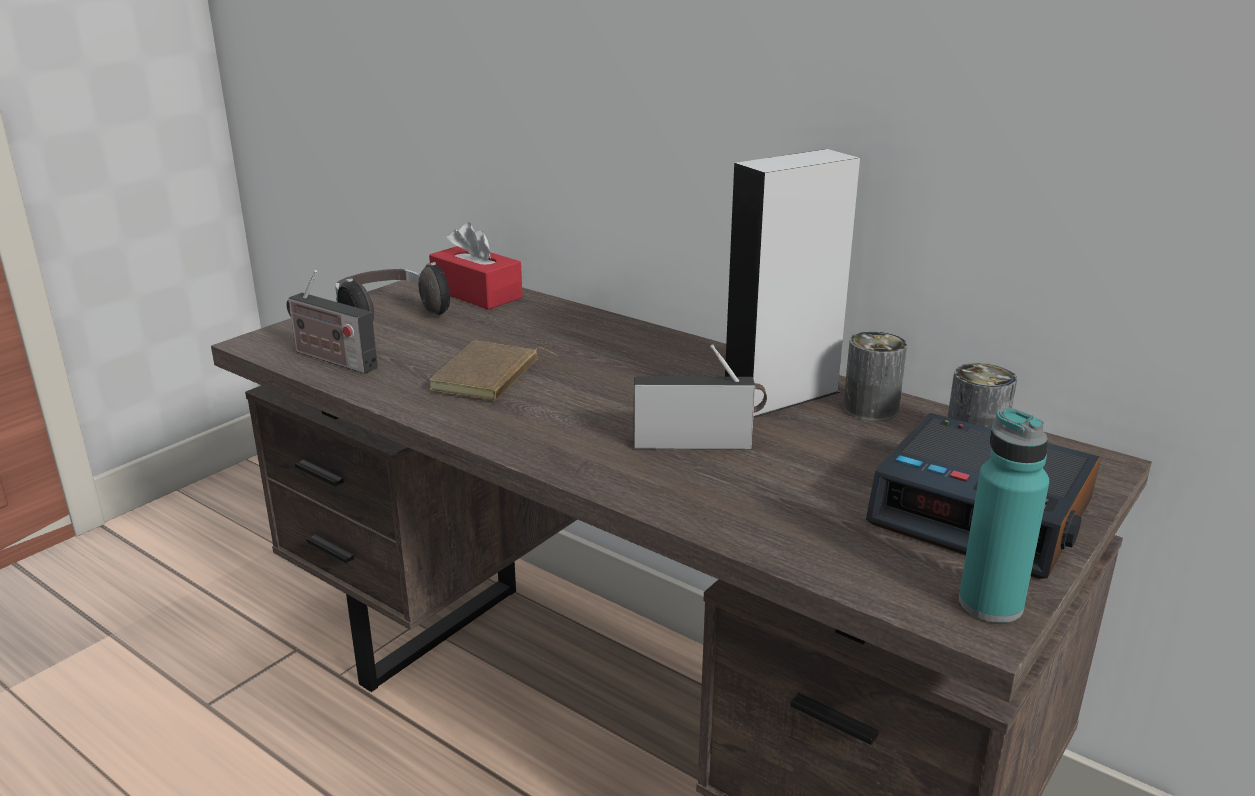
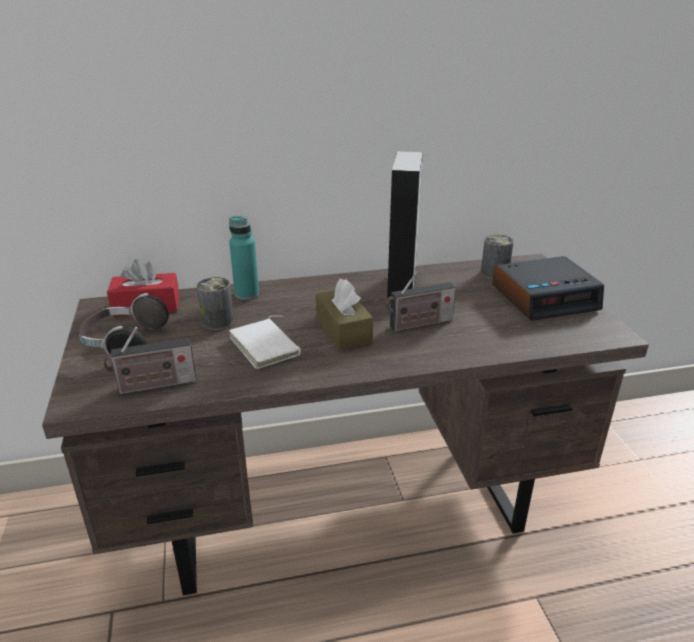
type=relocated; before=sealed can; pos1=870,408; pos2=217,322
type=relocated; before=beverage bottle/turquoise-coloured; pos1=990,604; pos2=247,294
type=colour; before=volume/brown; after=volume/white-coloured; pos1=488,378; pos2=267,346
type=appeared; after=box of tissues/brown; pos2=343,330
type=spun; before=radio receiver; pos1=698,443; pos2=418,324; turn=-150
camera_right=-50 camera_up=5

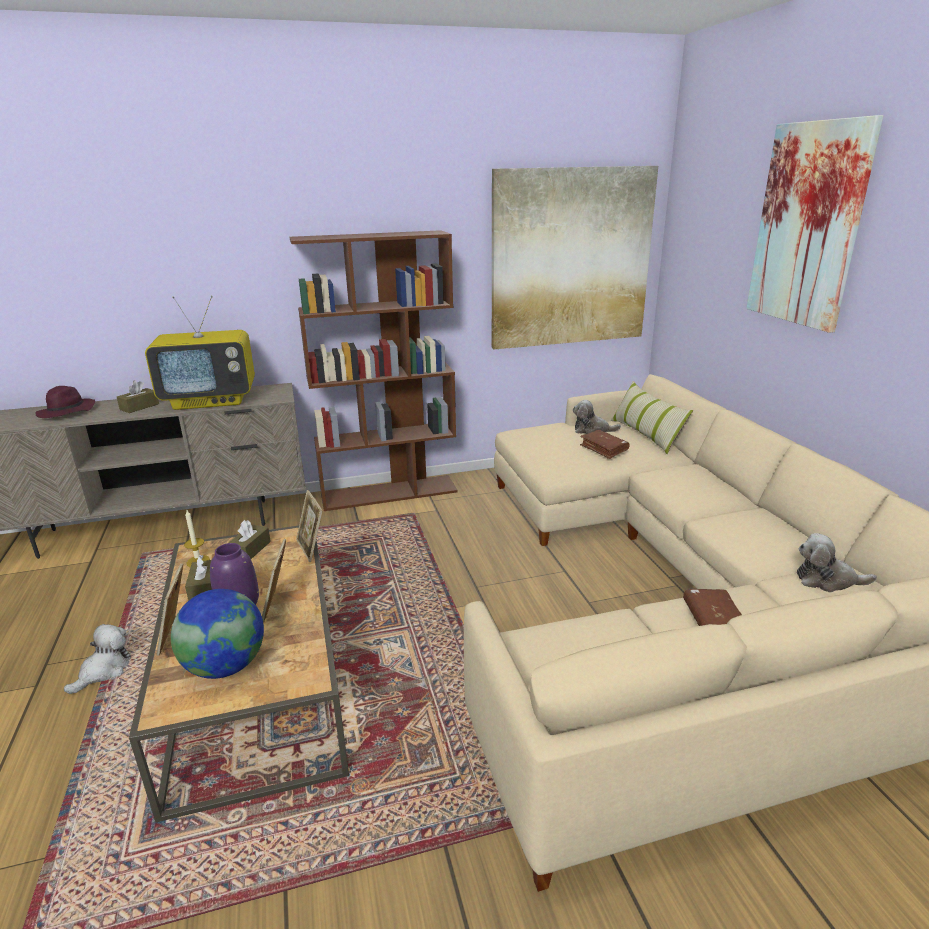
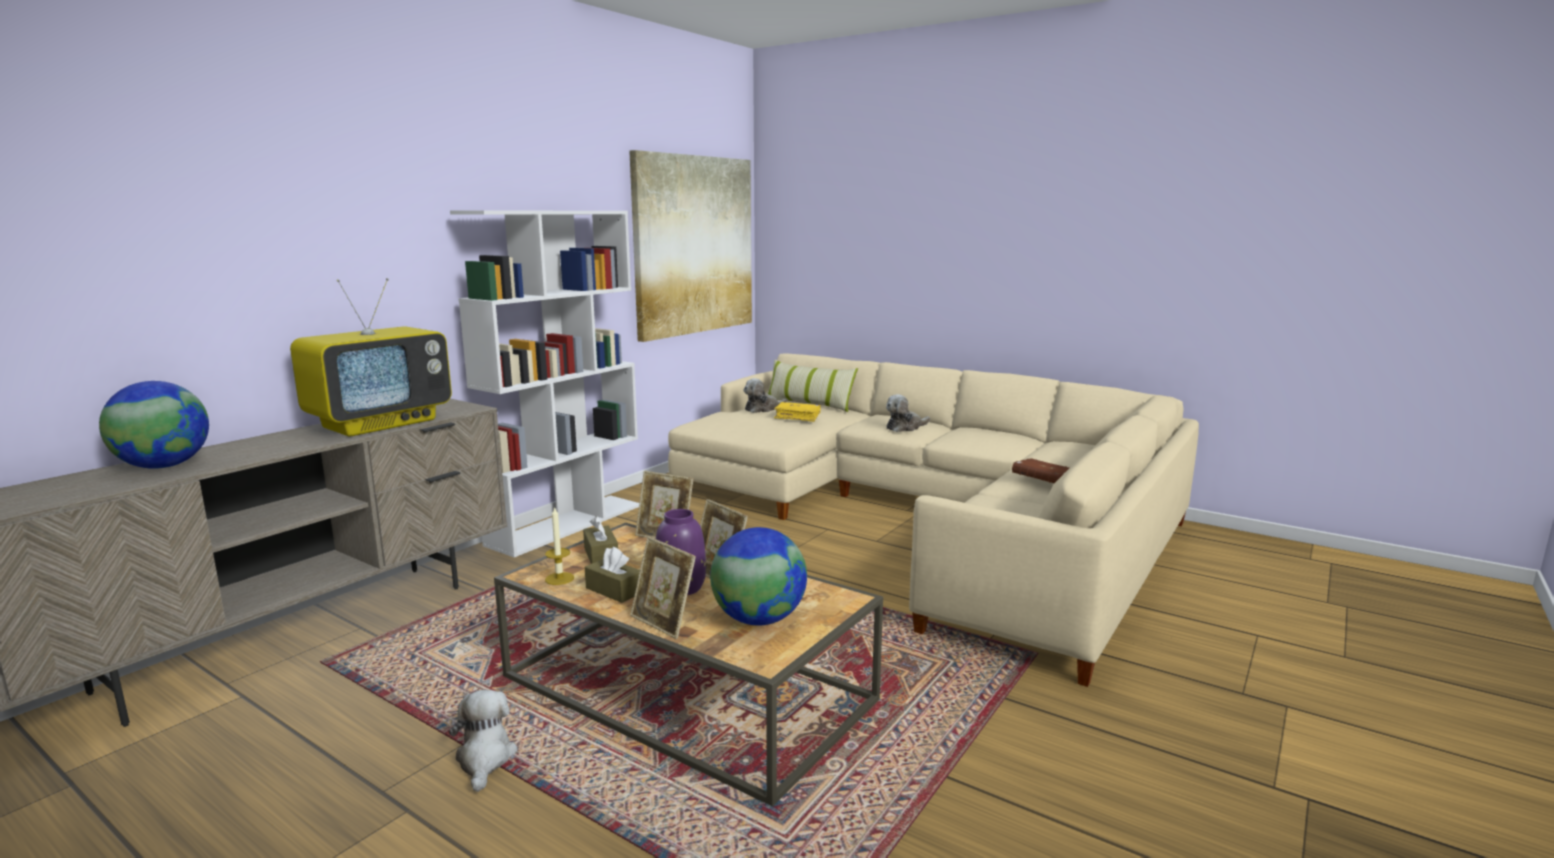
type=exchanged; before=clothing hat/purple; after=globe; pos1=66,412; pos2=164,466
type=colour; before=bookshelf/brown; after=bookshelf/white-coloured; pos1=389,492; pos2=566,524
type=colour; before=volume/brown; after=volume/yellow; pos1=604,449; pos2=797,417
type=relocated; before=soft toy; pos1=827,580; pos2=905,427
type=missing; before=box of tissues/brown; pos1=139,407
type=missing; before=wall art; pos1=808,225
camera_right=-40 camera_up=-10

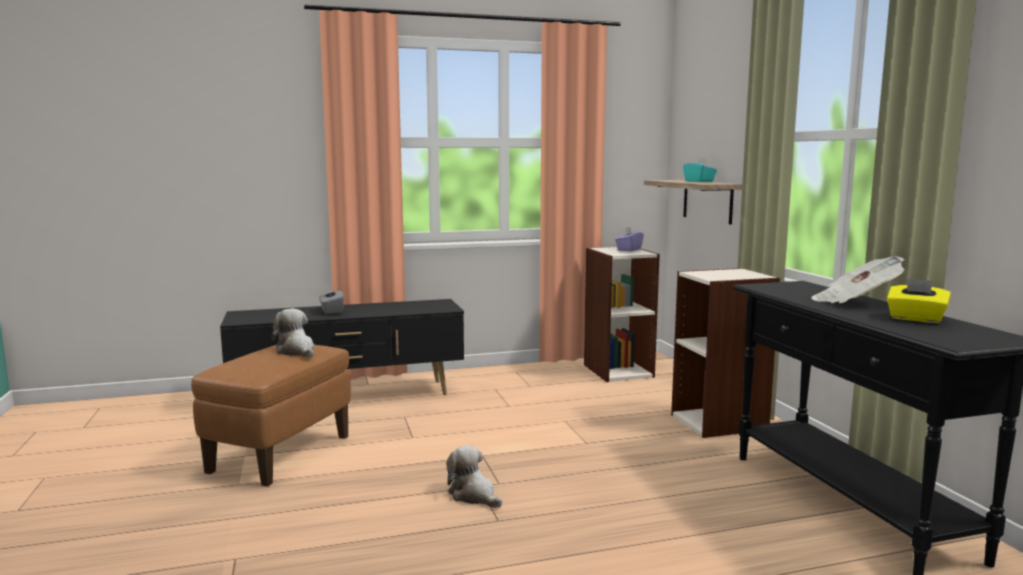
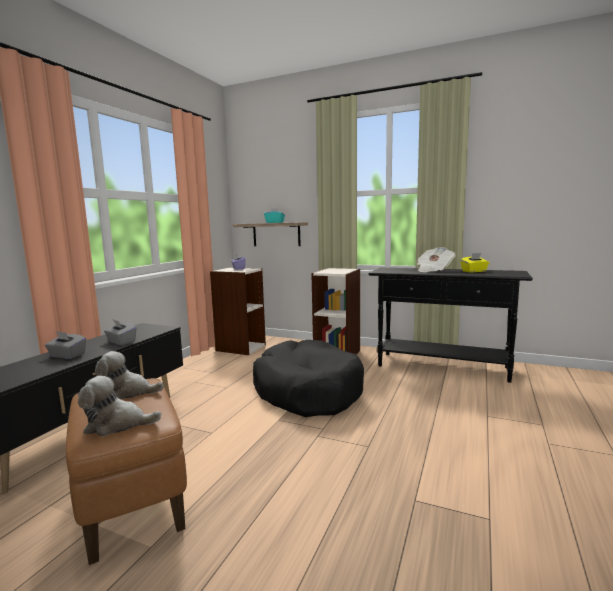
type=relocated; before=soft toy; pos1=474,495; pos2=117,424
type=appeared; after=box of tissues/greyish; pos2=121,342
type=appeared; after=pet bed/black; pos2=307,391
camera_right=-50 camera_up=0

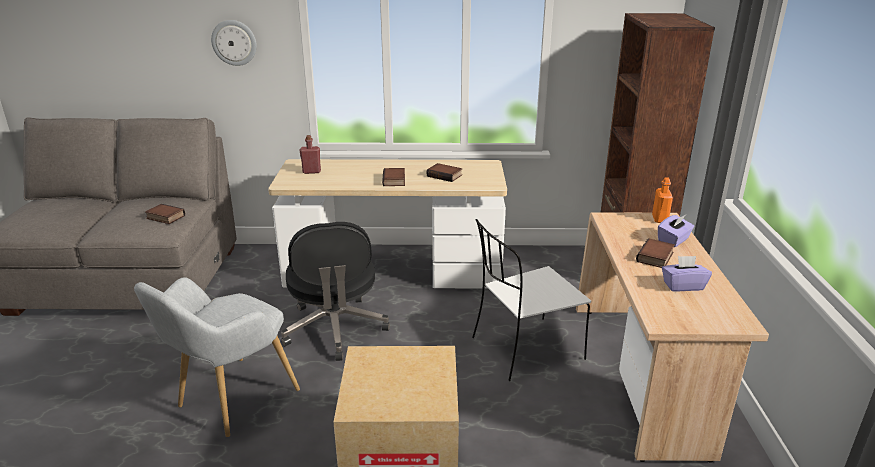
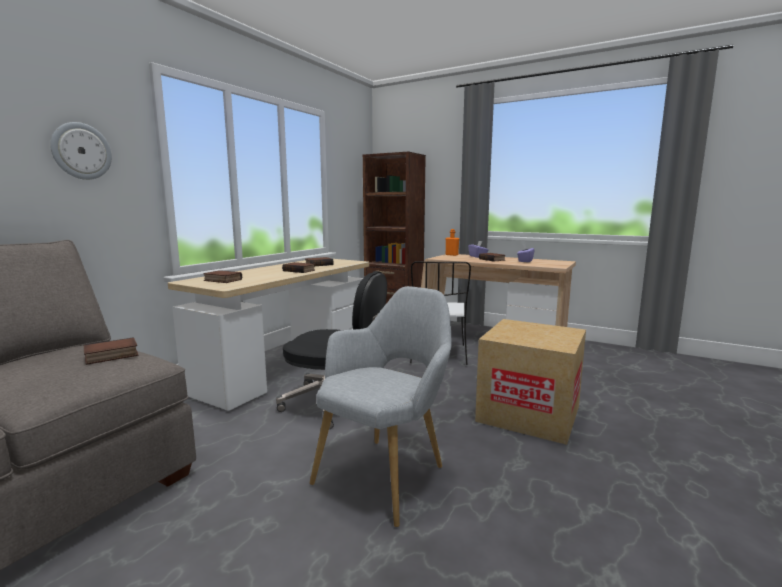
type=exchanged; before=beverage bottle/red; after=volume; pos1=311,171; pos2=222,280
type=spun; before=easy chair/greyish; pos1=230,401; pos2=387,472; turn=-120
camera_right=-60 camera_up=-15

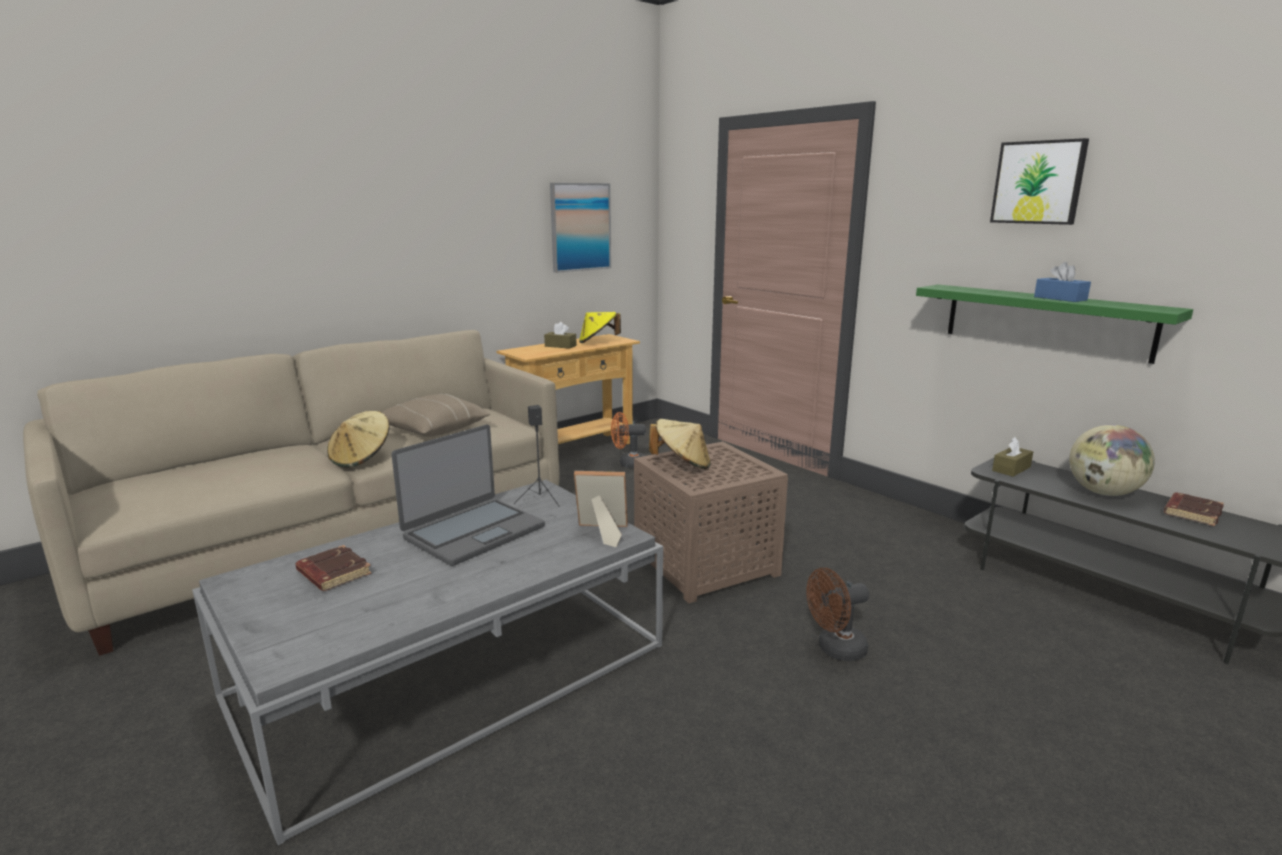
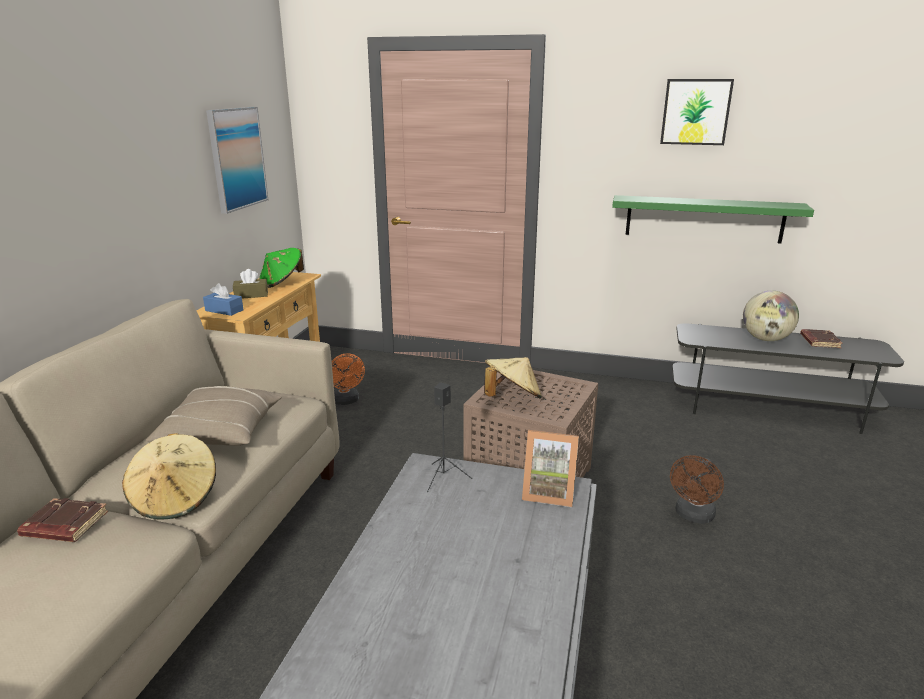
type=relocated; before=volume/brown; pos1=332,573; pos2=63,526
type=relocated; before=box of tissues/blue; pos1=1060,298; pos2=224,310
type=colour; before=clothing hat/yellow; after=clothing hat/green; pos1=598,342; pos2=282,282
type=spun; before=cooling fan/orange; pos1=628,464; pos2=346,401; turn=-75
type=spun; before=photo frame; pos1=601,533; pos2=548,492; turn=-135
type=missing; before=notebook computer; pos1=473,532
type=missing; before=box of tissues/brown; pos1=1011,469
camera_right=-35 camera_up=5

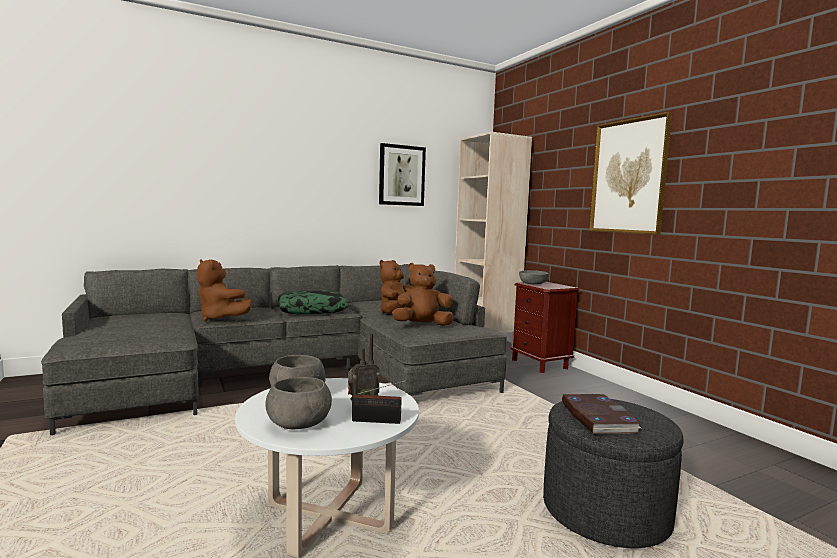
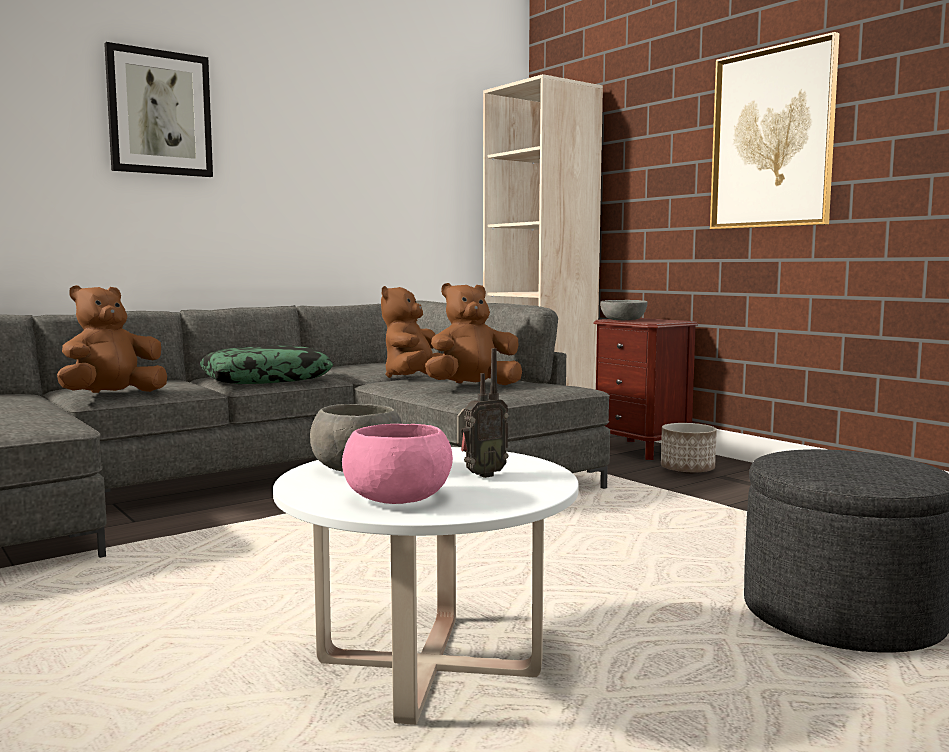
type=spun; before=soft toy/brown; pos1=220,318; pos2=112,395; turn=105
type=relocated; before=wall art; pos1=401,175; pos2=159,113
type=colour; before=bowl/greyish; after=bowl/pinkish; pos1=299,423; pos2=399,498
type=appeared; after=planter; pos2=688,470
type=missing; before=radio receiver; pos1=379,421
type=missing; before=volume; pos1=597,417
camera_right=-10 camera_up=0

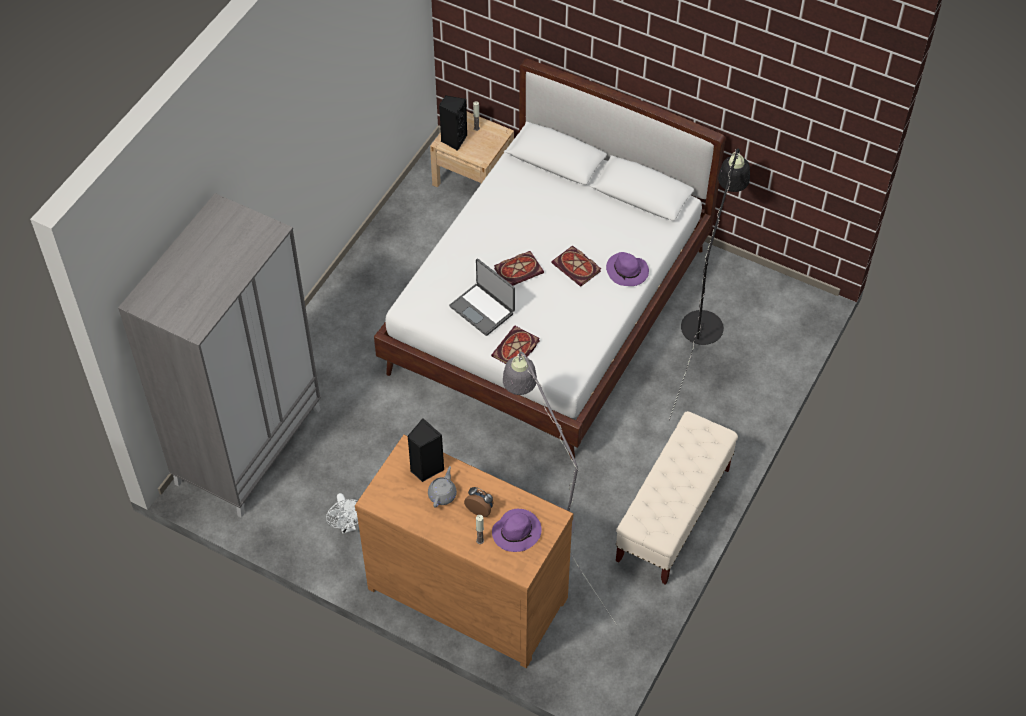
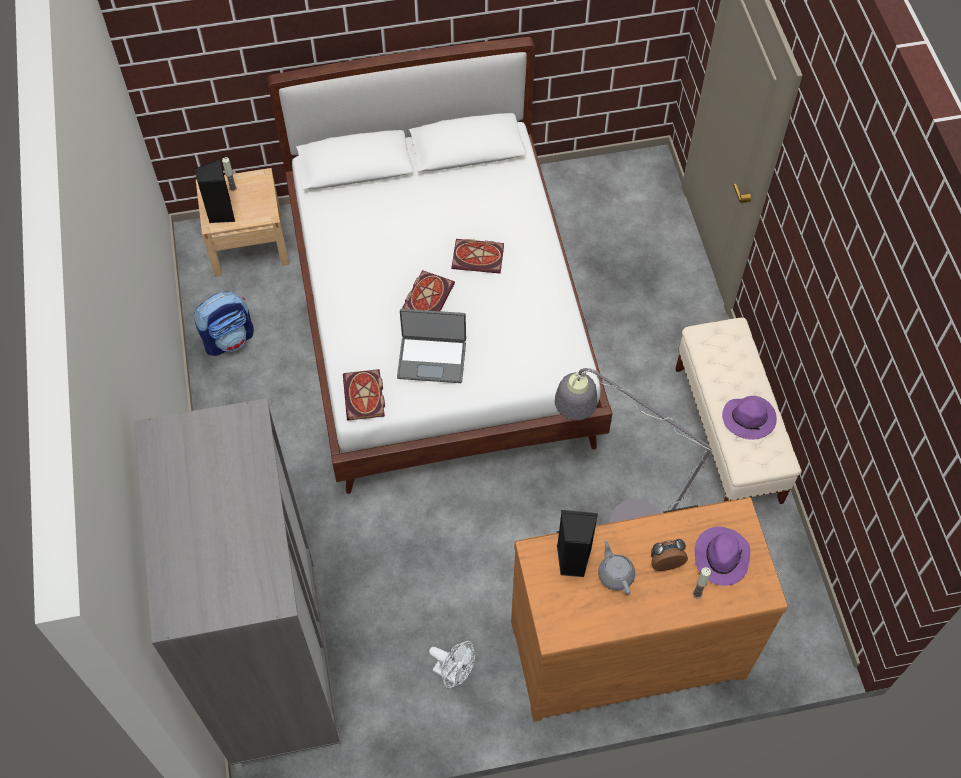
type=appeared; after=knapsack; pos2=229,339
type=relocated; before=volume; pos1=516,350; pos2=365,397
type=relocated; before=clothing hat/purple; pos1=627,271; pos2=749,418
type=missing; before=floor lamp/black; pos1=704,318
camera_right=-40 camera_up=5

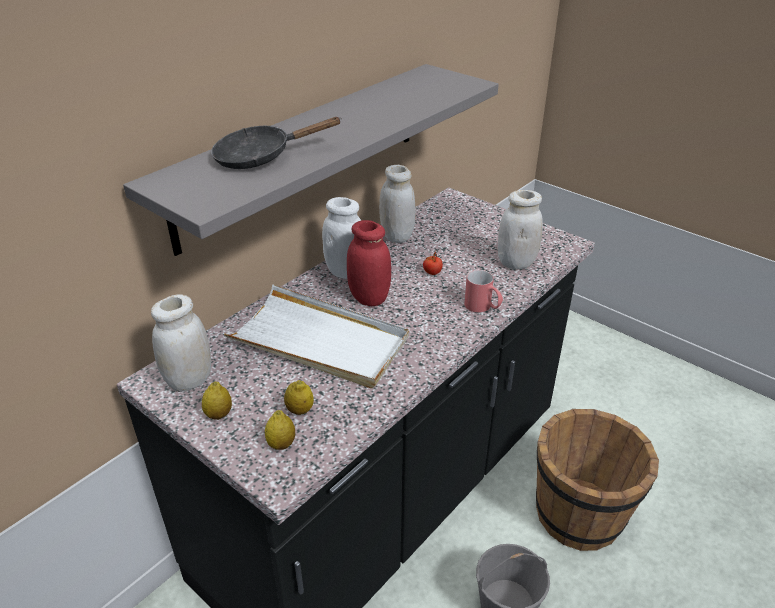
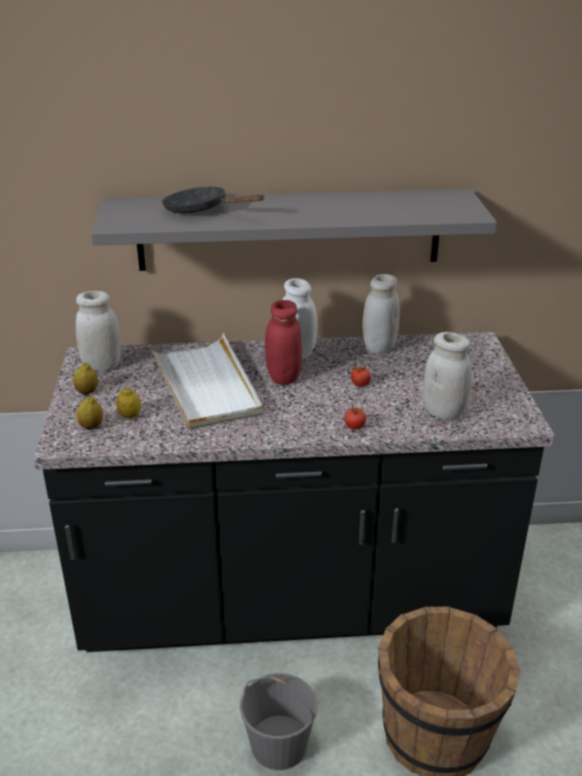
type=exchanged; before=mug/red; after=whole tomato; pos1=483,308; pos2=354,427
camera_right=45 camera_up=-5

